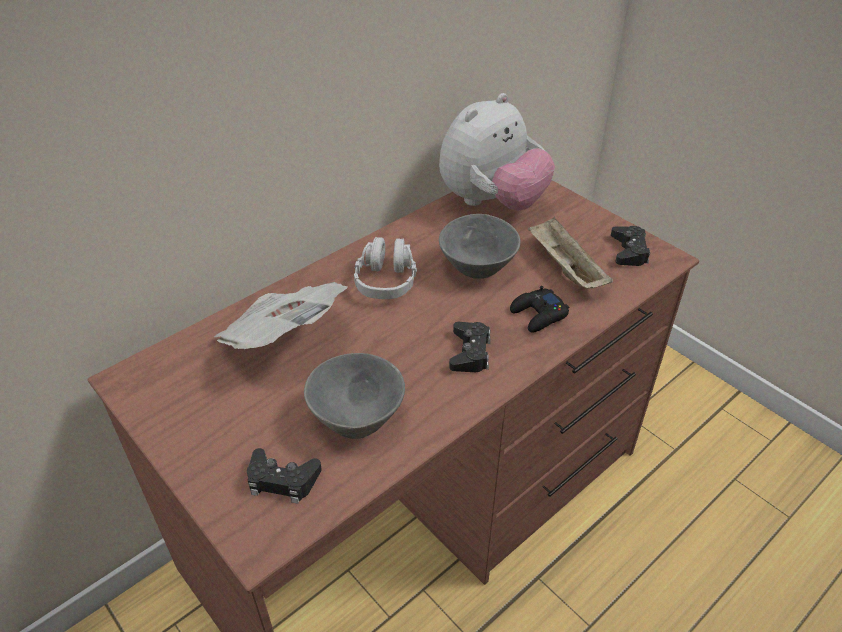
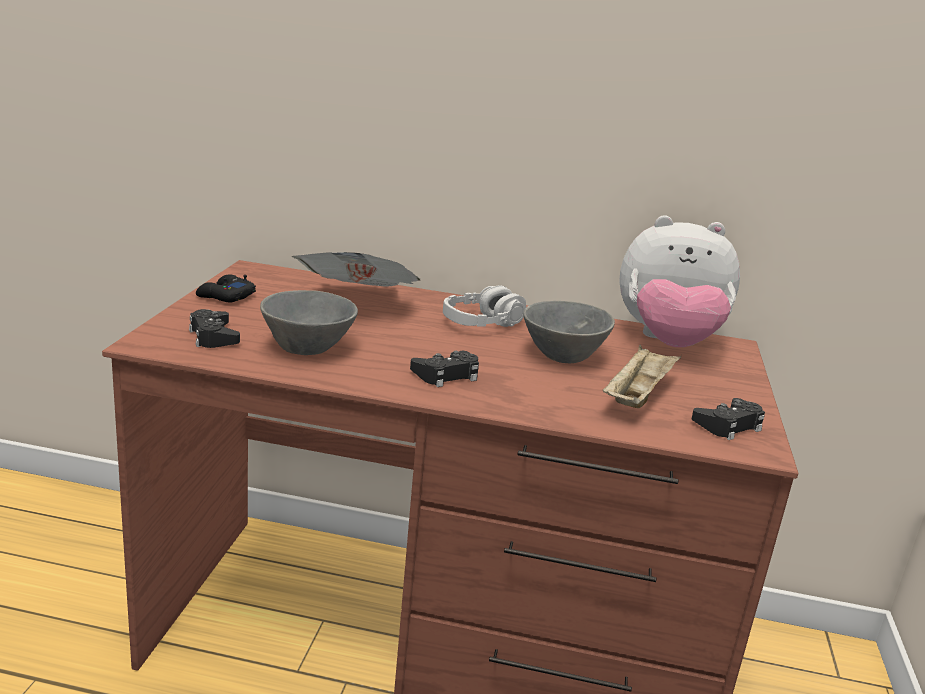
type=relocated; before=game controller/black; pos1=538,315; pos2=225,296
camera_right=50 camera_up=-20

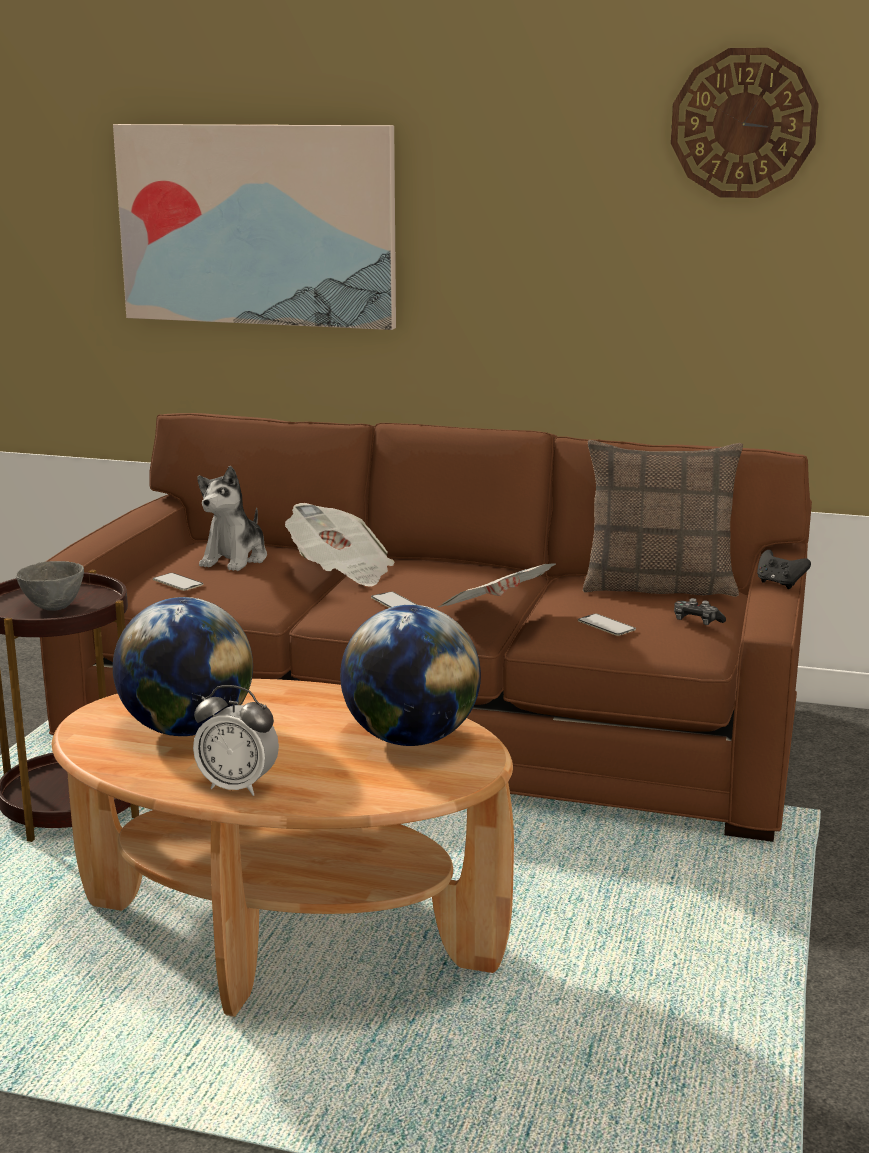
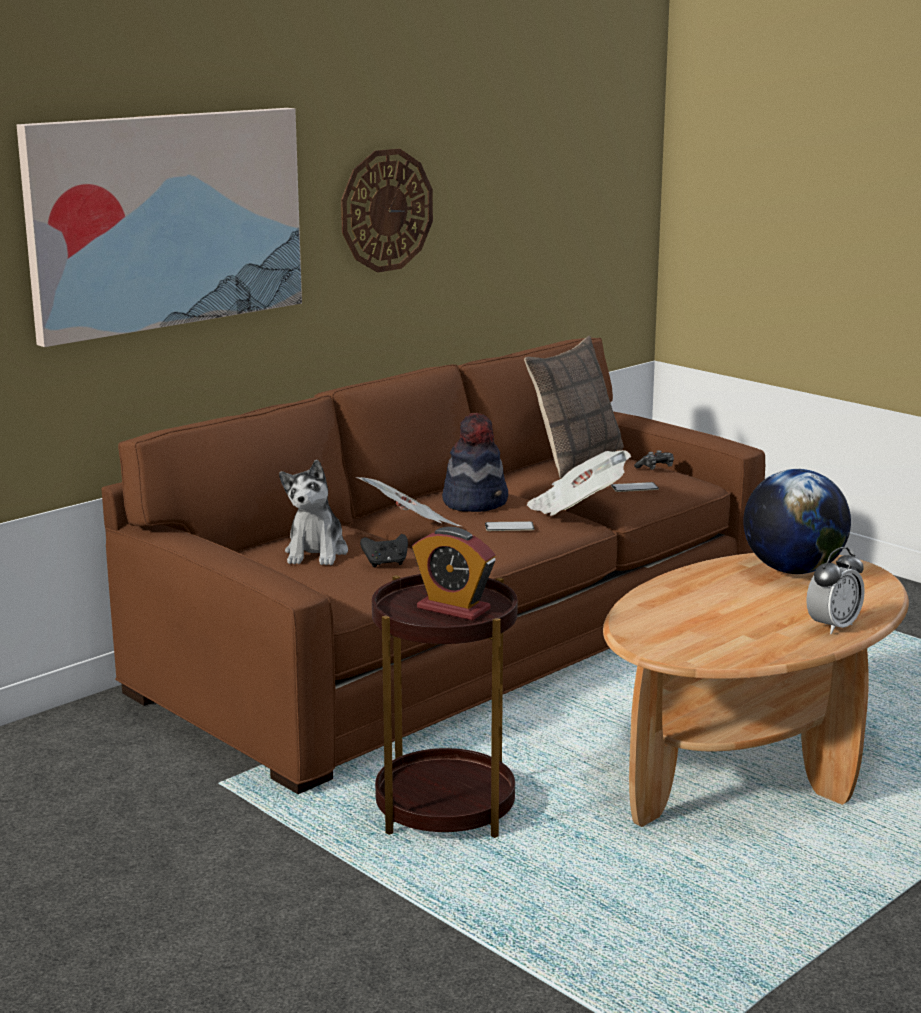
type=spun; before=soft toy; pos1=235,559; pos2=316,553; turn=45
type=relocated; before=clock on the wall; pos1=743,123; pos2=386,210
type=relocated; before=game controller/black; pos1=779,584; pos2=386,564
type=exchanged; before=bowl/greyish; after=table clock; pos1=54,607; pos2=453,609
type=appeared; after=clothing hat; pos2=475,502
type=missing; before=globe; pos1=187,730
type=missing; before=telephone; pos1=178,582
camera_right=-60 camera_up=0

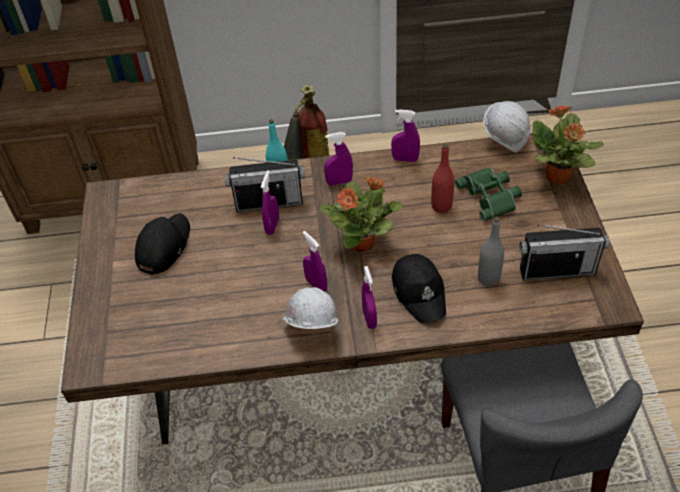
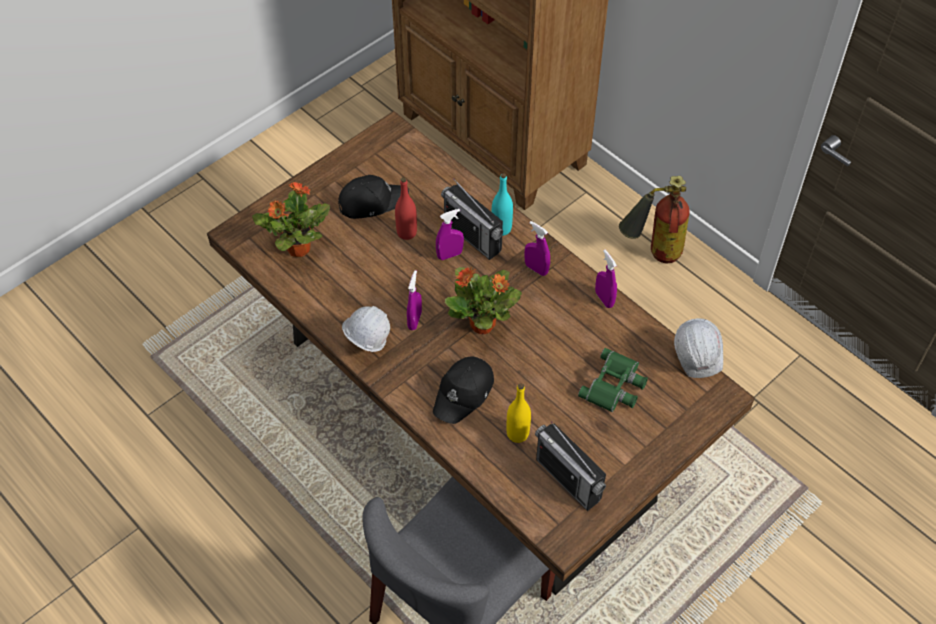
type=relocated; before=potted plant; pos1=557,177; pos2=297,248
type=relocated; before=beverage bottle/red; pos1=441,206; pos2=406,233
type=colour; before=beverage bottle/greyish; after=beverage bottle/yellow; pos1=488,278; pos2=517,434
type=missing; before=spray bottle/purple; pos1=369,318
camera_right=50 camera_up=5

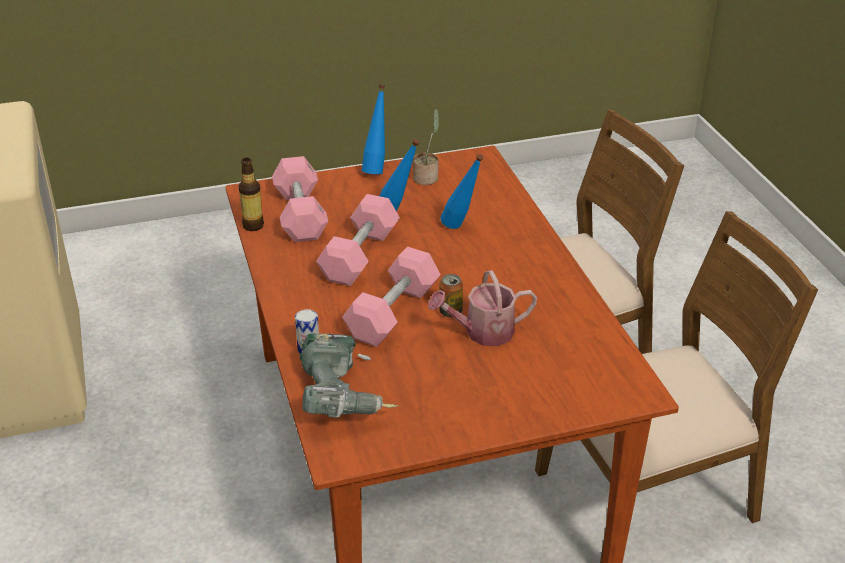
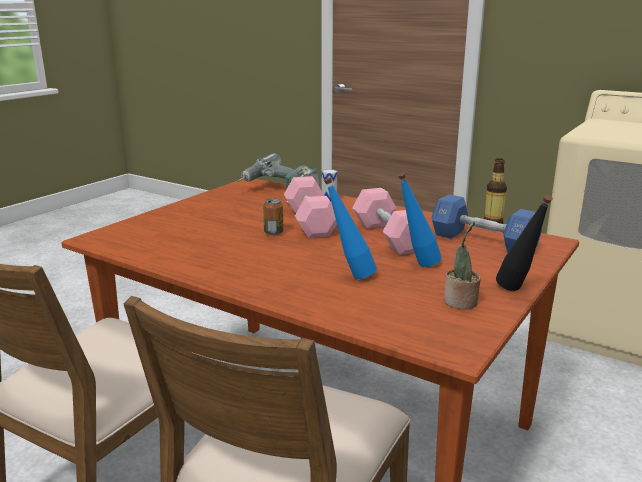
type=colour; before=hand weight/pinkish; after=hand weight/blue; pos1=300,214; pos2=483,242
type=colour; before=beverage bottle/blue; after=beverage bottle/black; pos1=376,169; pos2=517,292
type=missing; before=watering can; pos1=482,332
camera_right=140 camera_up=-15

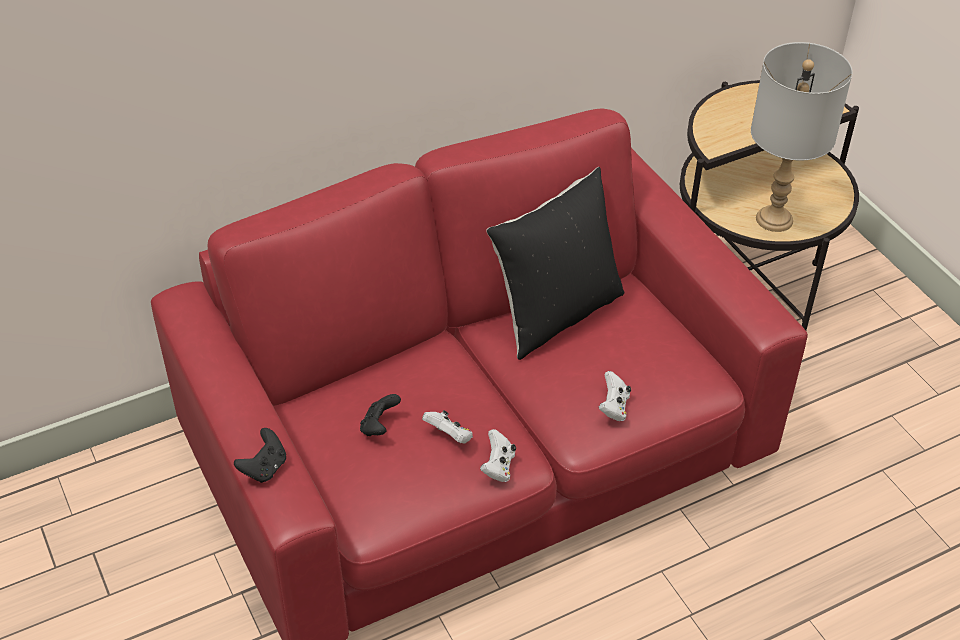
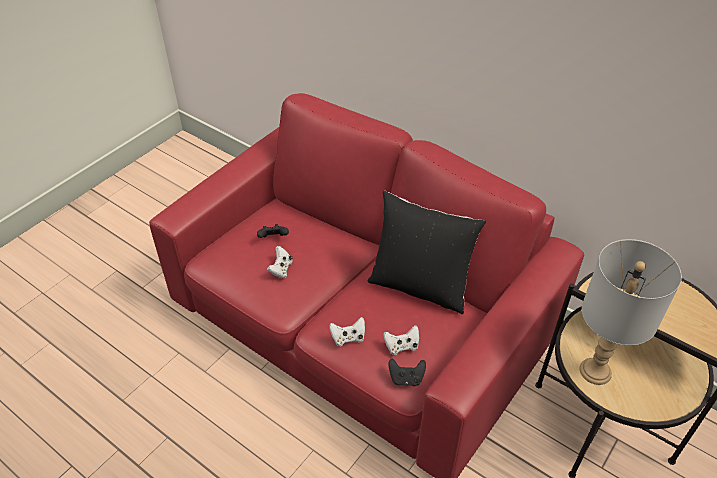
type=relocated; before=game controller/white-coloured; pos1=498,467; pos2=401,346
type=relocated; before=game controller/black; pos1=264,468; pos2=406,378
camera_right=65 camera_up=0

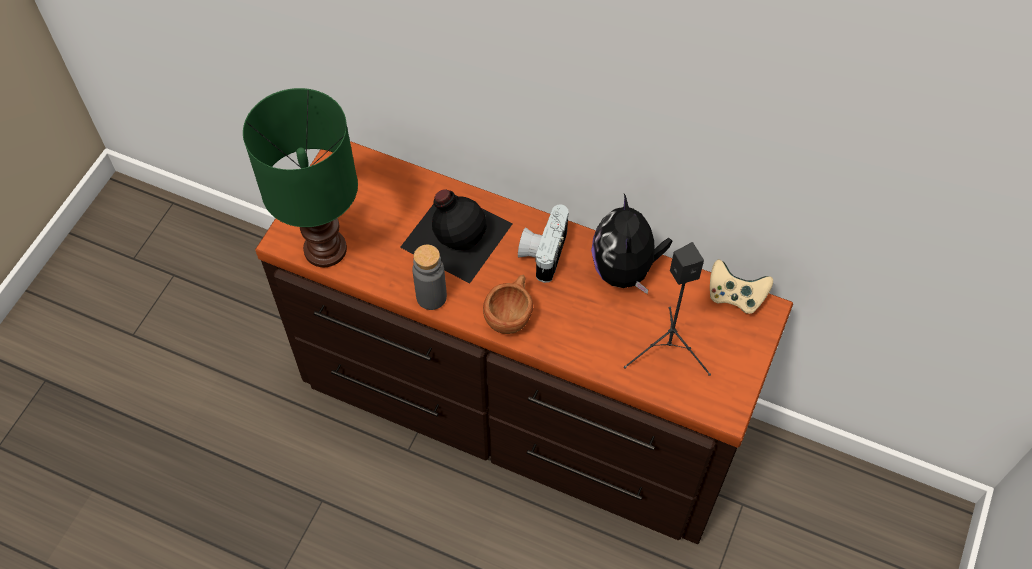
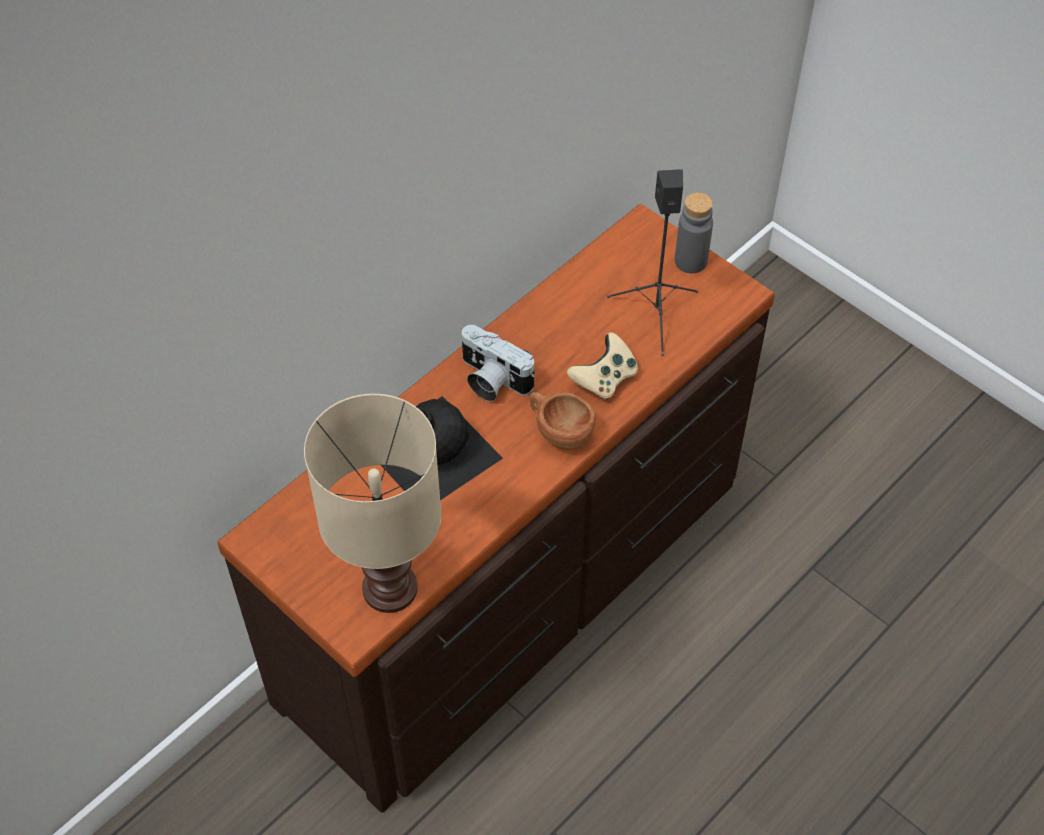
type=colour; before=tabletop lamp/green; after=tabletop lamp/beige-coloured; pos1=324,250; pos2=391,590
type=relocated; before=game controller/beige-coloured; pos1=735,296; pos2=604,379
type=relocated; before=beverage bottle/greyish; pos1=431,297; pos2=690,261
type=missing; before=soft toy; pos1=625,270
camera_right=-70 camera_up=-5

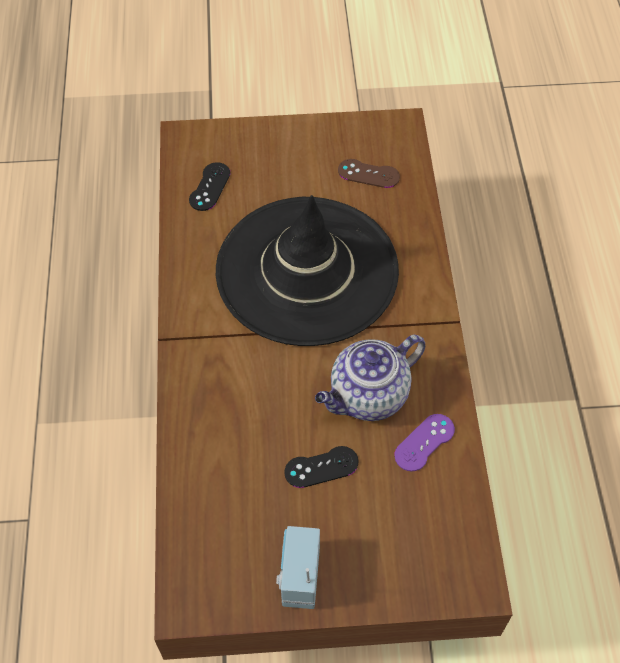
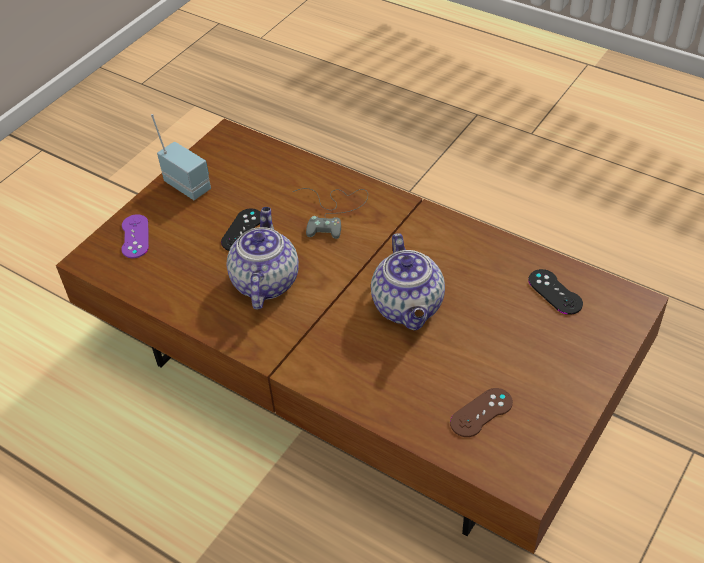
type=relocated; before=game controller/purple; pos1=424,442; pos2=135,236
type=appeared; after=game controller/greyish; pos2=334,211
type=exchanged; before=clothing hat/black; after=teapot; pos1=306,270; pos2=409,308
camera_right=130 camera_up=-10

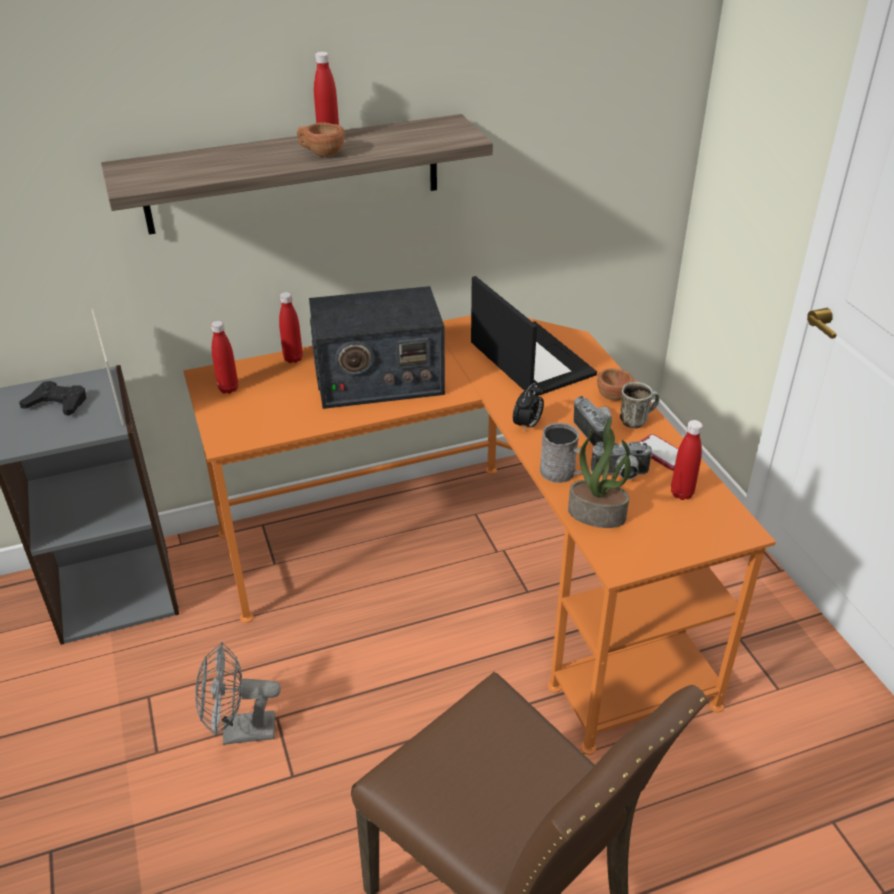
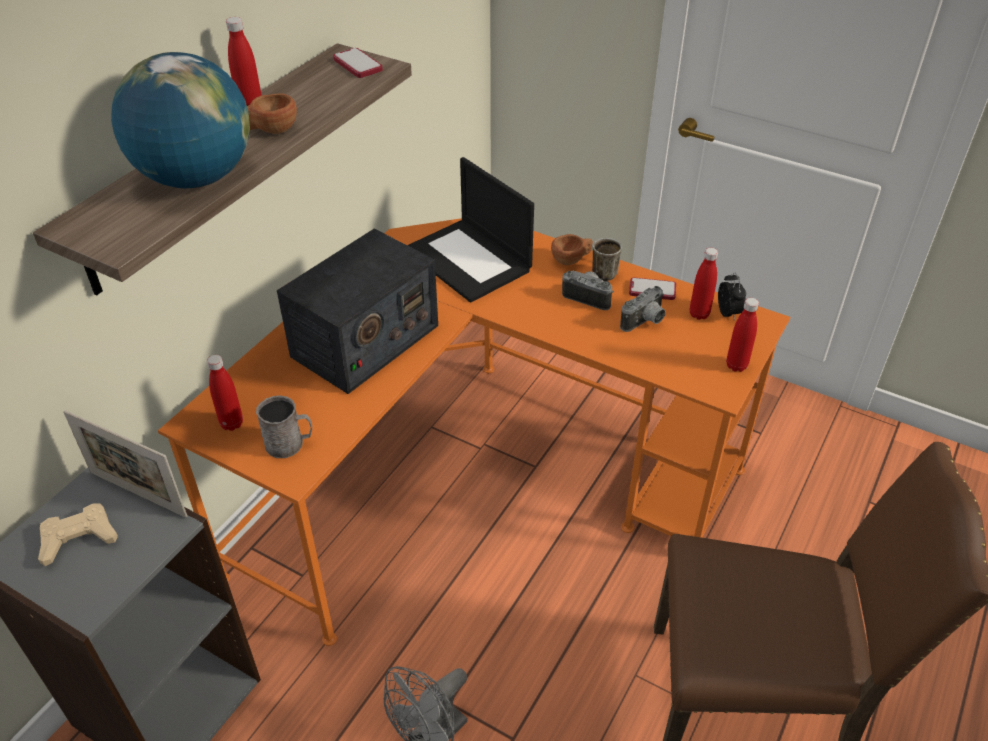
type=colour; before=game controller/black; after=game controller/beige-coloured; pos1=57,403; pos2=78,538
type=appeared; after=globe; pos2=196,178
type=relocated; before=mug/greyish; pos1=562,473; pos2=290,444
type=appeared; after=telephone; pos2=357,65
type=spun; before=notebook computer; pos1=529,359; pos2=469,260; turn=-150
type=relocated; before=table clock; pos1=527,425; pos2=728,313
type=relocated; before=beverage bottle/red; pos1=293,359; pos2=736,365
type=missing; before=potted plant; pos1=597,514
camera_right=-40 camera_up=5

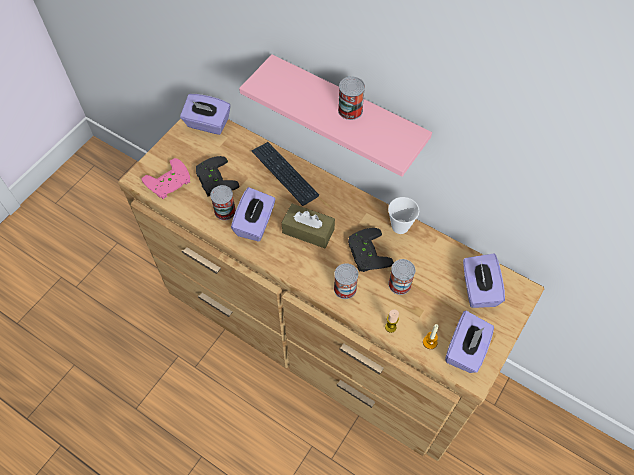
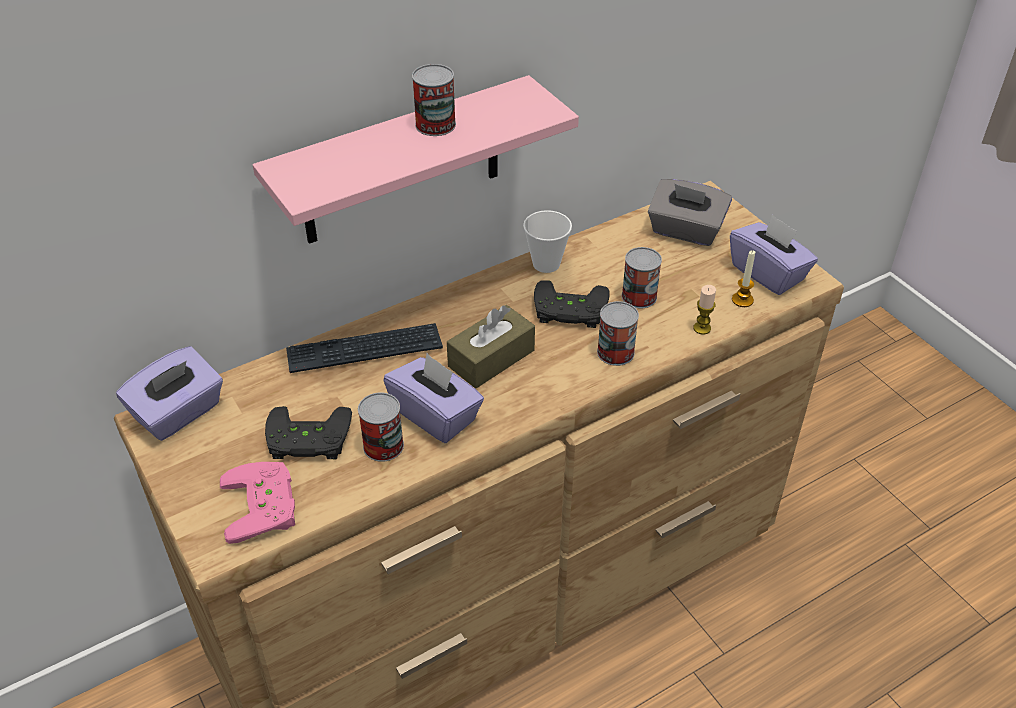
type=colour; before=box of tissues/purple; after=box of tissues/greyish; pos1=478,289; pos2=685,231
camera_right=-65 camera_up=-15

